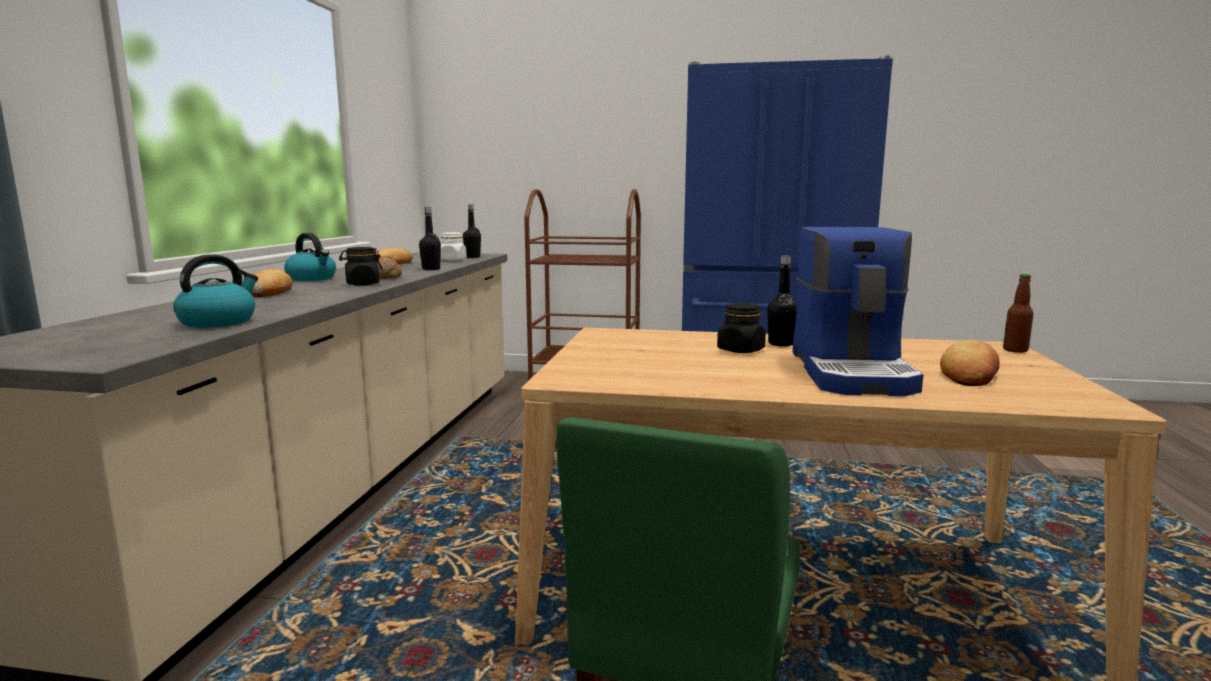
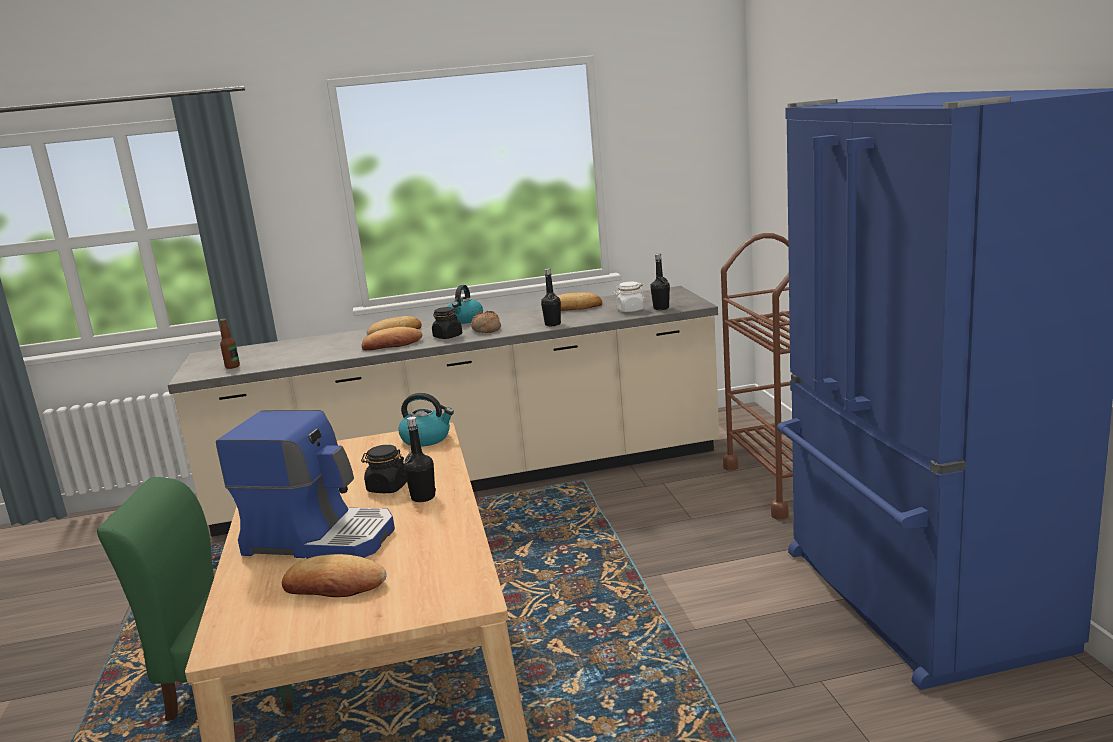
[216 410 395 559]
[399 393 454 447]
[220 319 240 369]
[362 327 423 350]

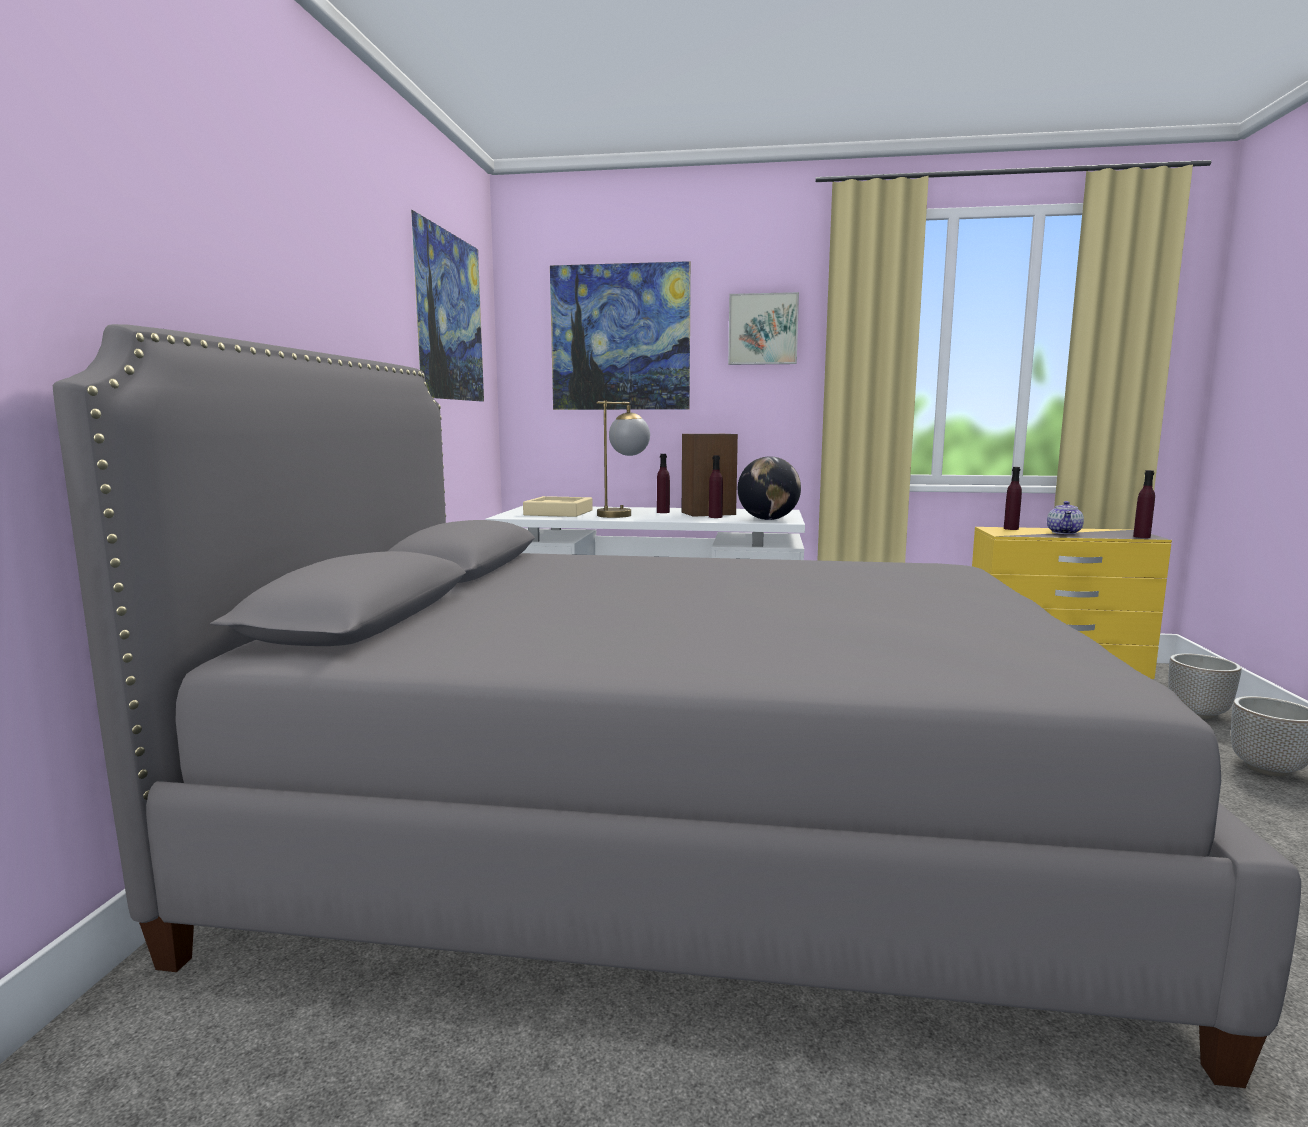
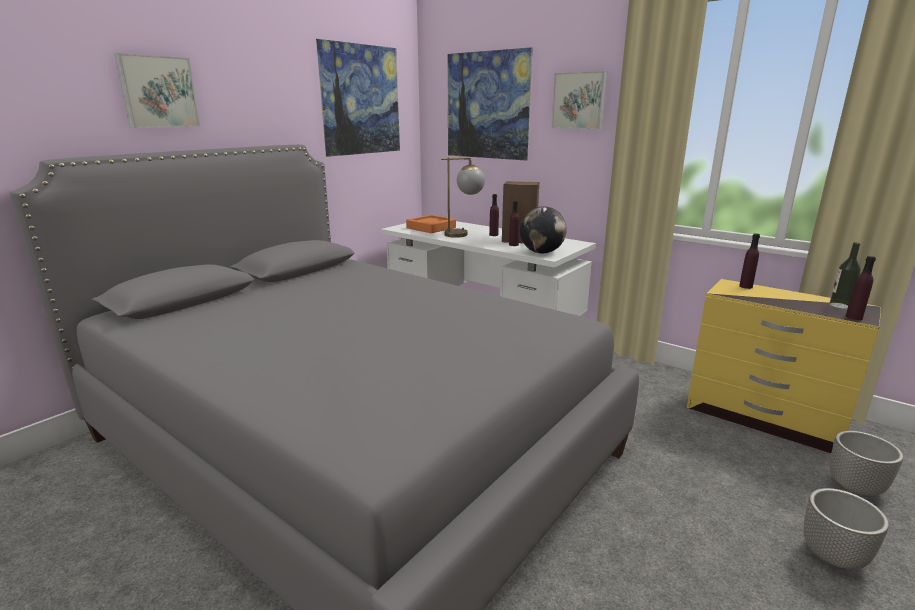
[406 215 456 233]
[1047 501 1084 534] (first image)
[115 53 200 128]
[829 242 861 309]

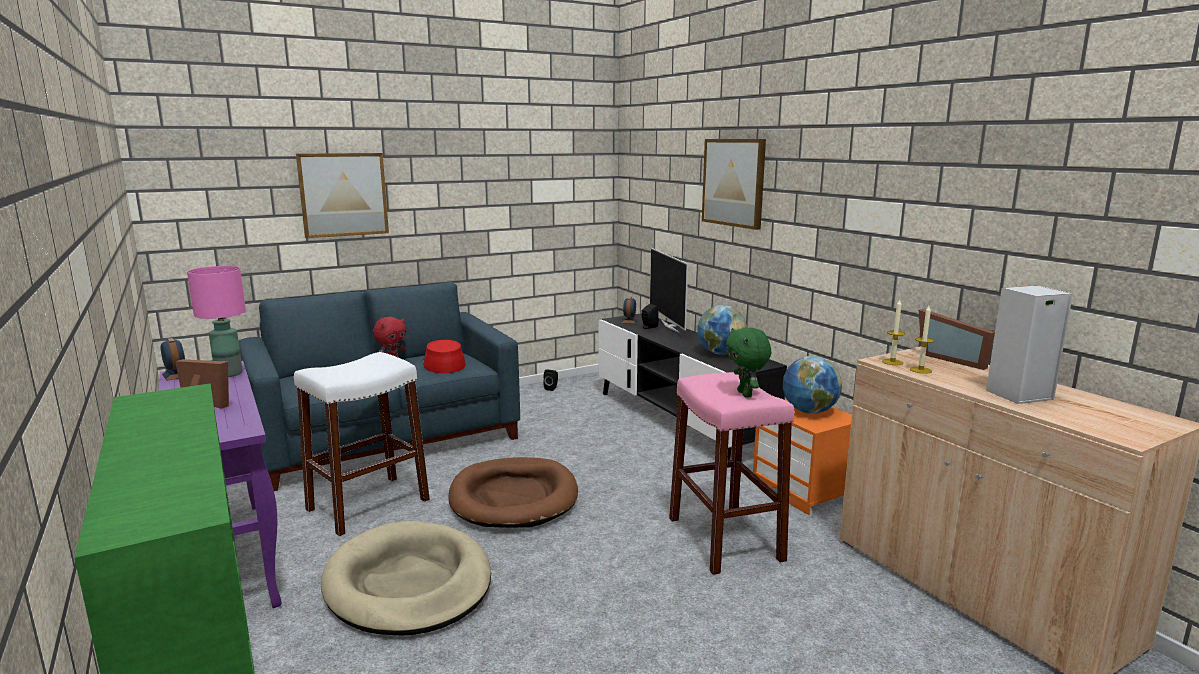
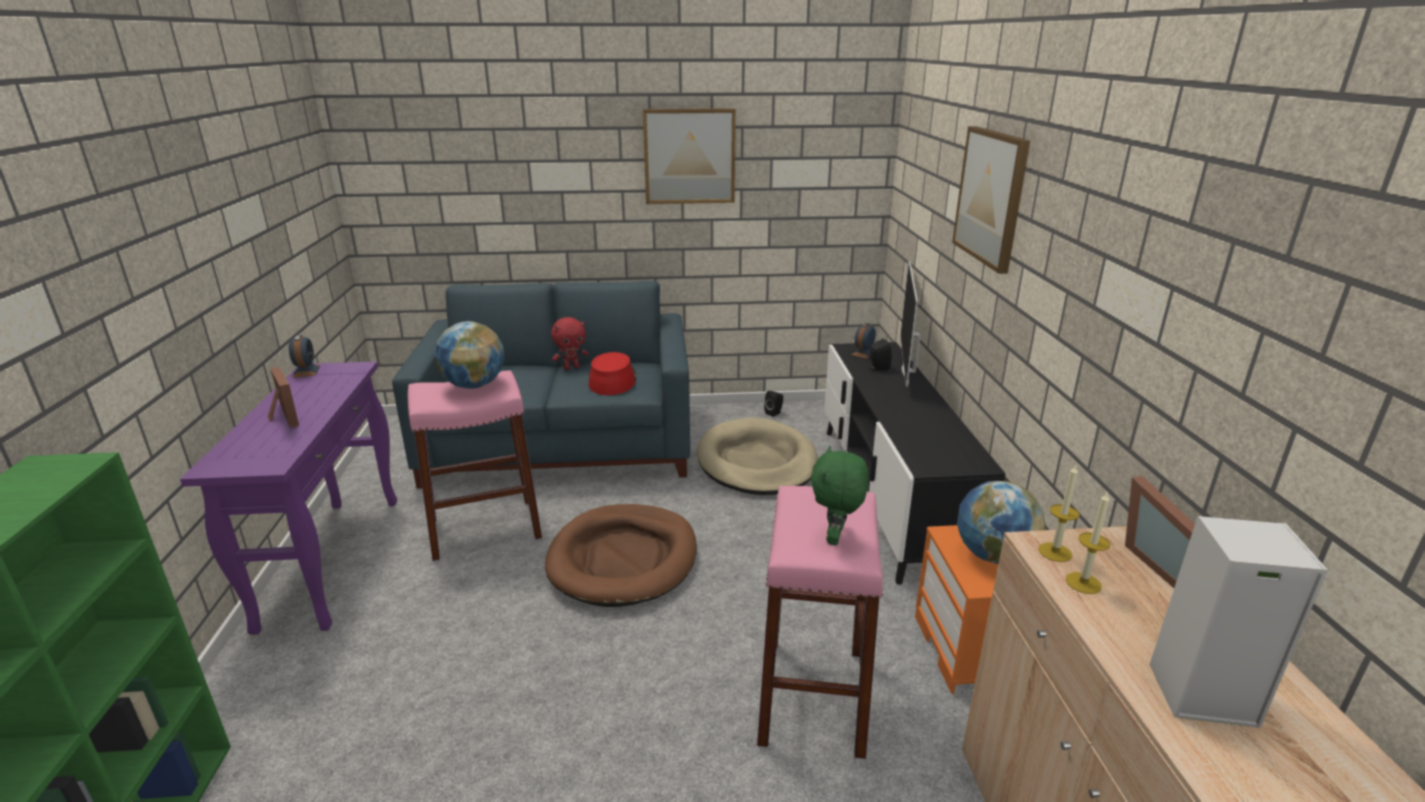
[643 108 736 204]
[187 266 246 377] (first image)
[434 321 505 389]
[408 370 542 561]
[697 417 818 495]

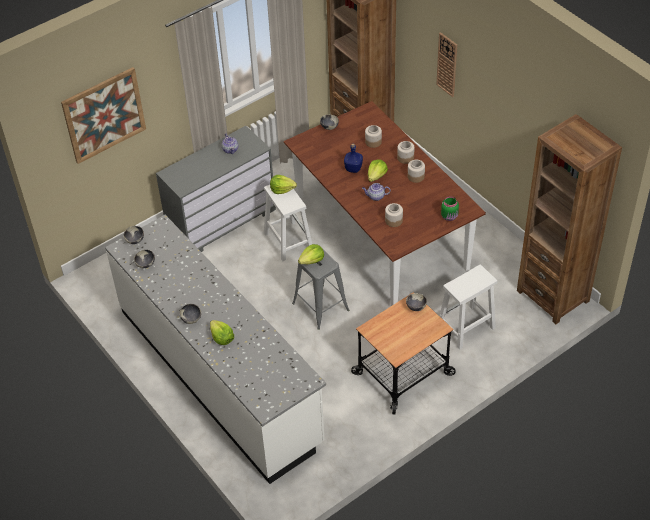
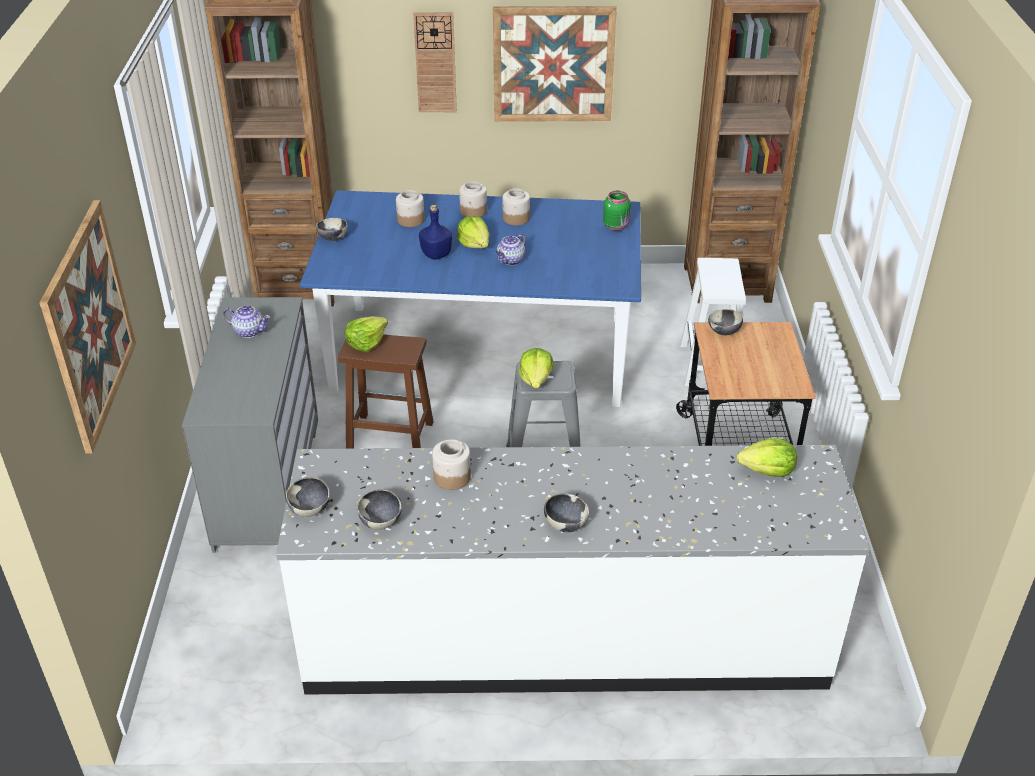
[300 190 641 407]
[338 334 433 449]
[432 439 471 490]
[737 438 797 477]
[493 6 617 122]

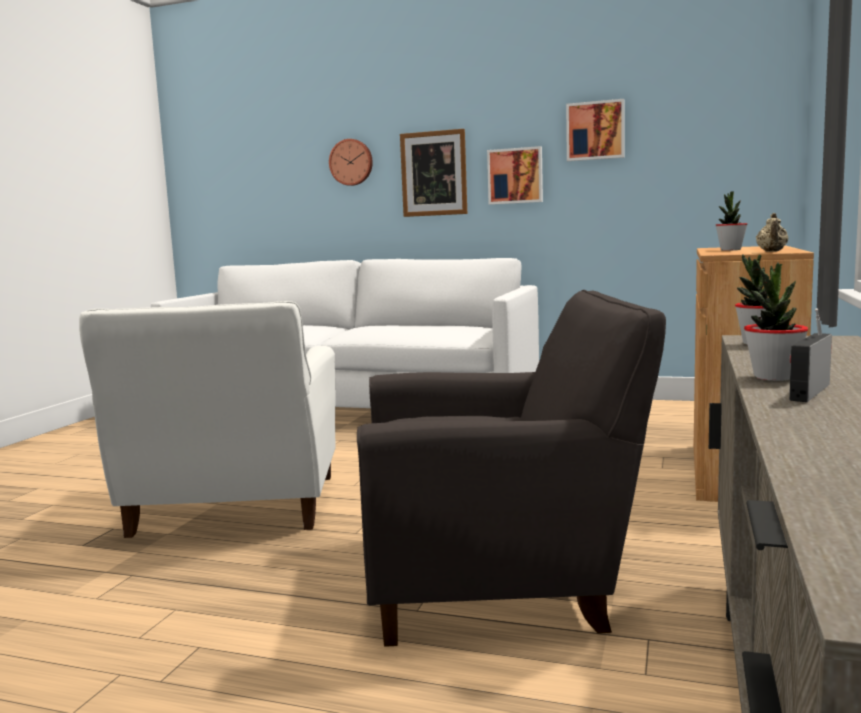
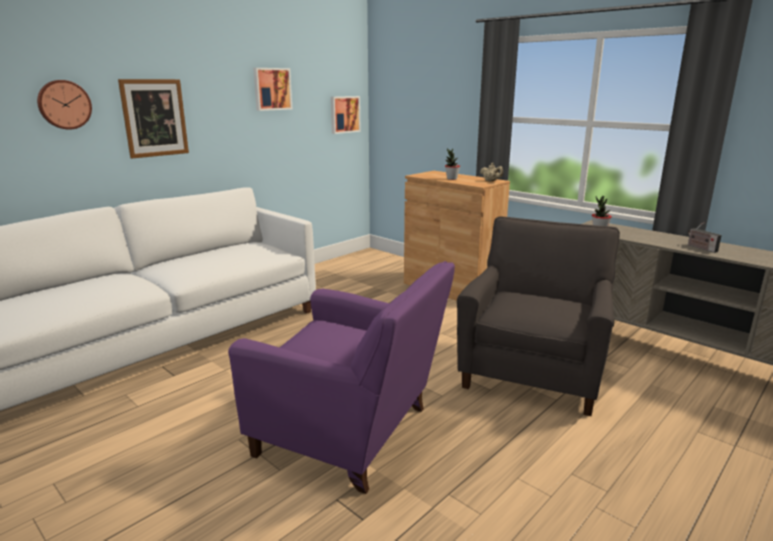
[331 96 361 134]
[744 262 808 381] (first image)
[228 261 455 494]

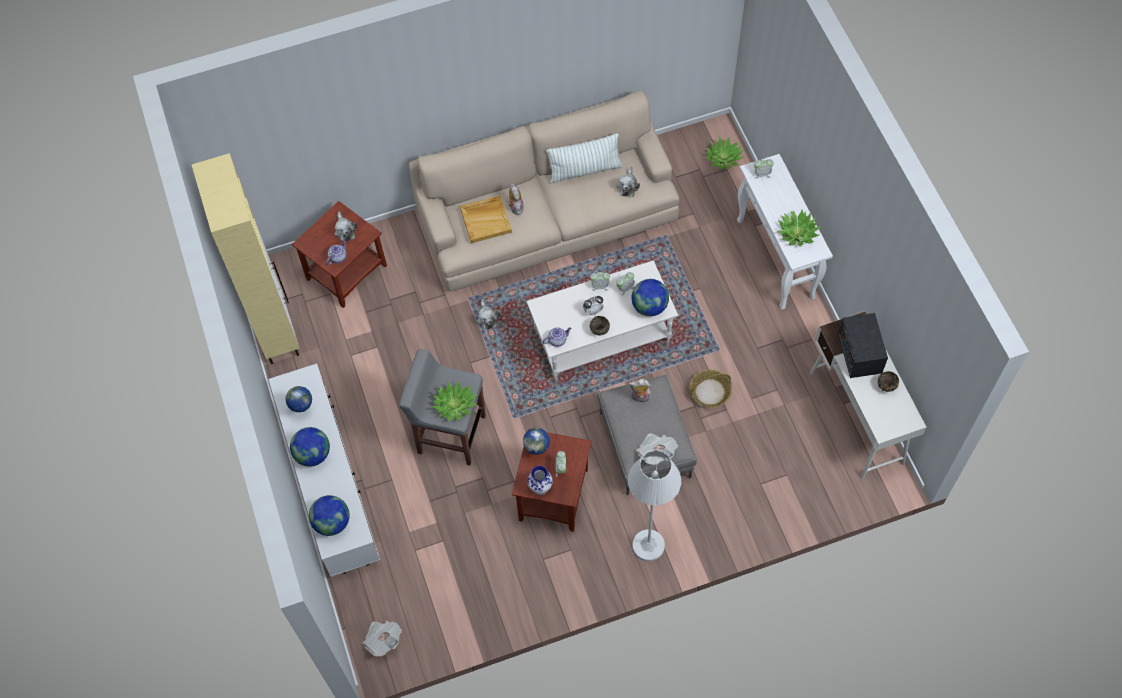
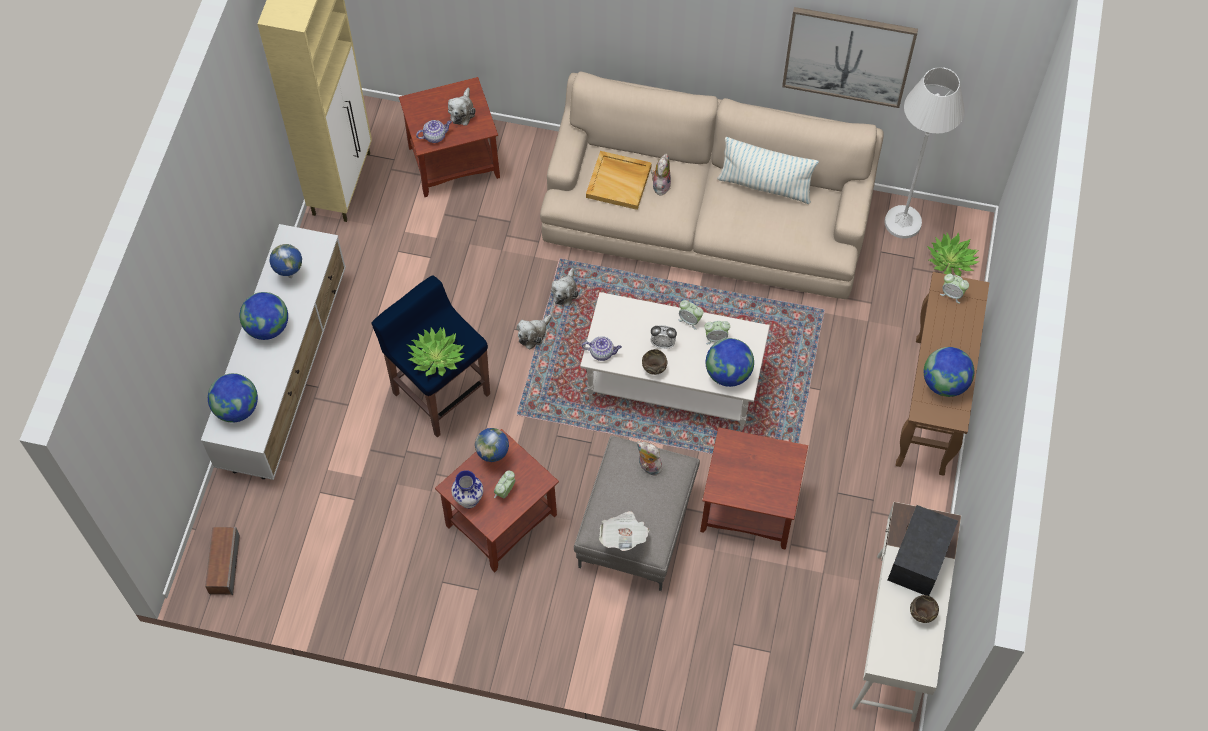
[895 272 989 476]
[516 314 552 350]
[924 347 974 397]
[371 275 490 438]
[700 427 808 550]
[884 67 965 238]
[205 527 240 595]
[782 7 918 108]

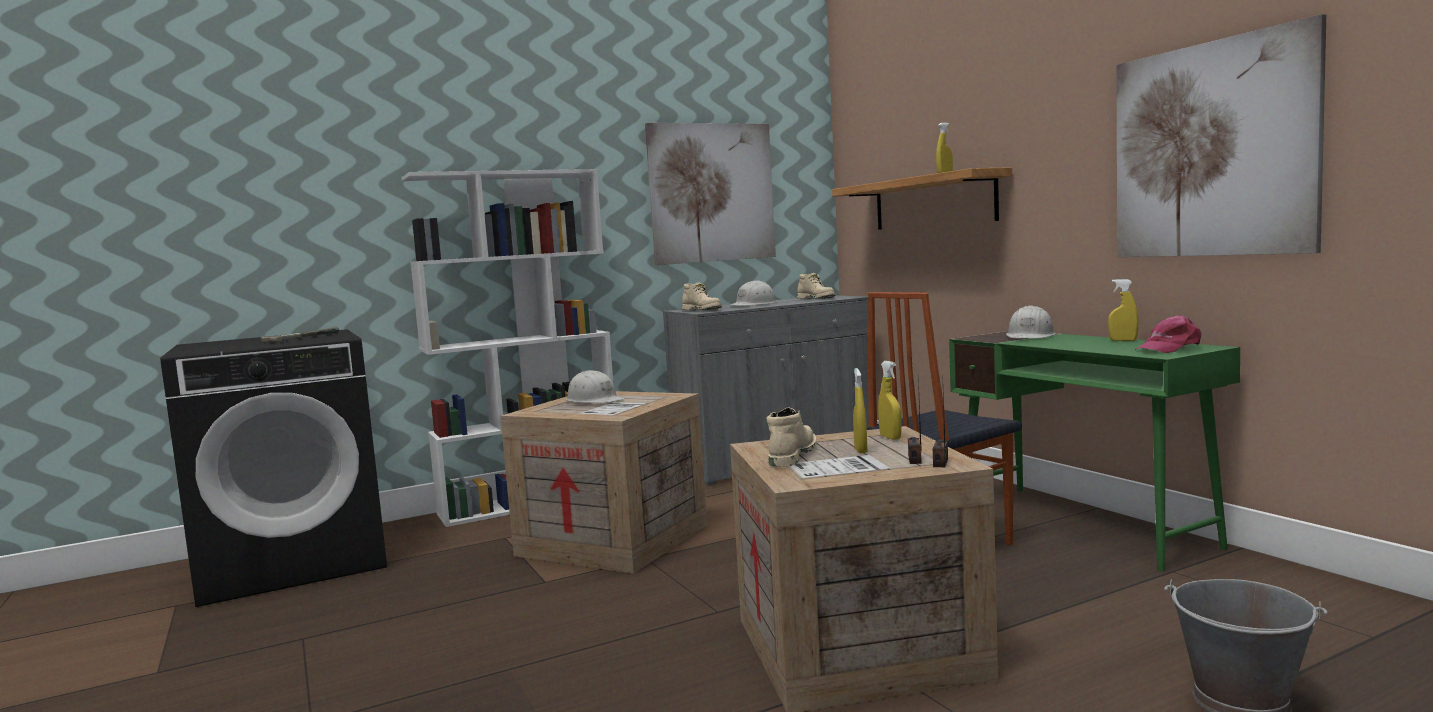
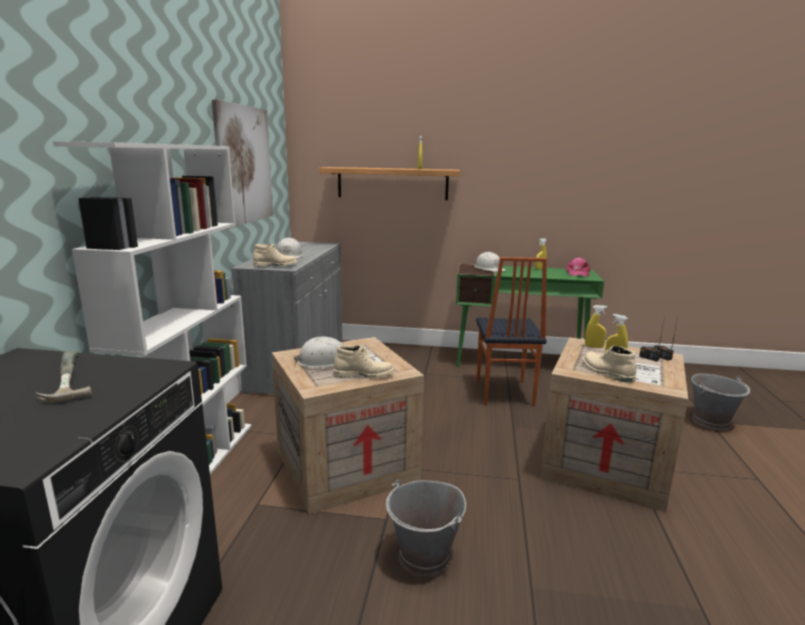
[1116 14 1326 257] (first image)
[334 345 394 378]
[386 480 466 576]

